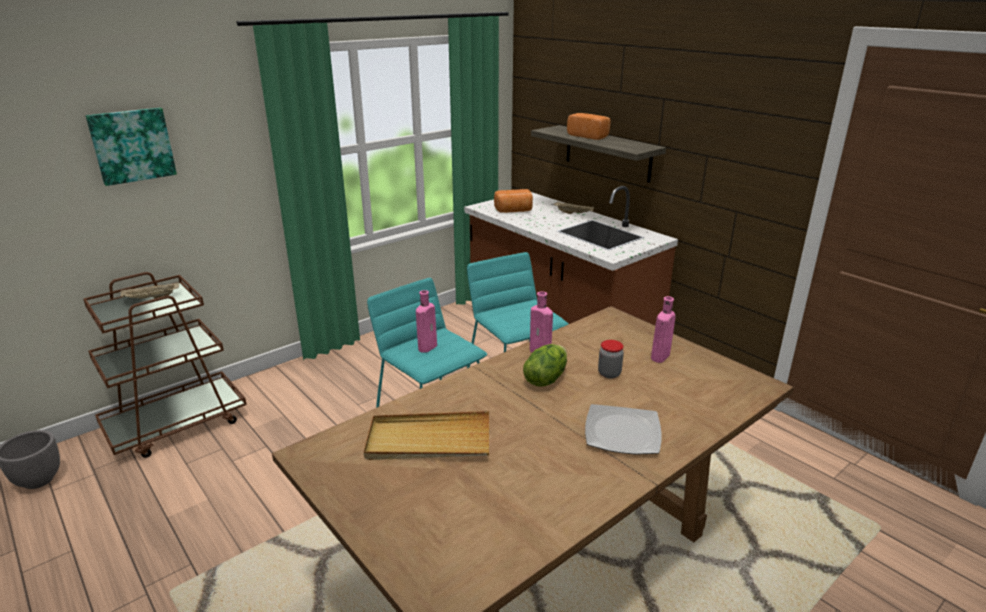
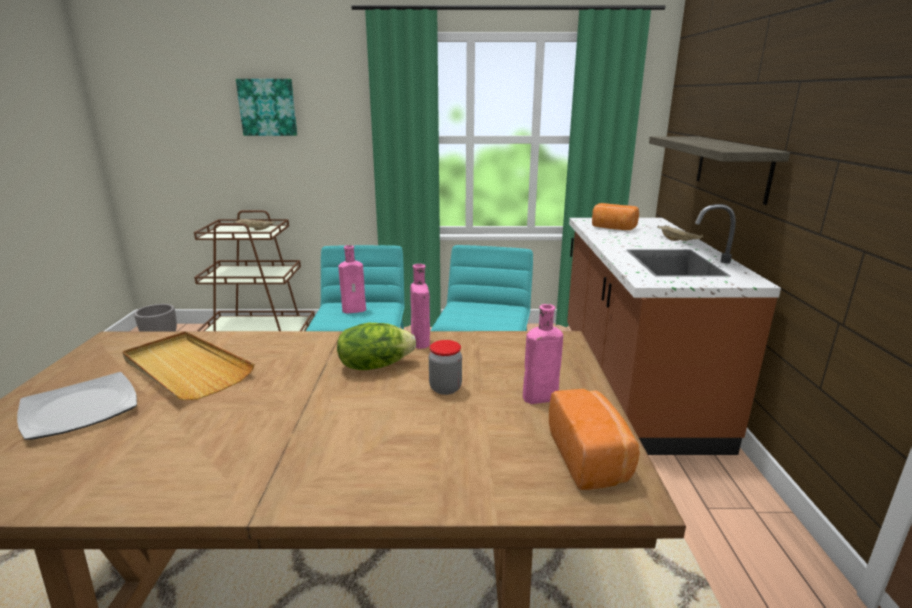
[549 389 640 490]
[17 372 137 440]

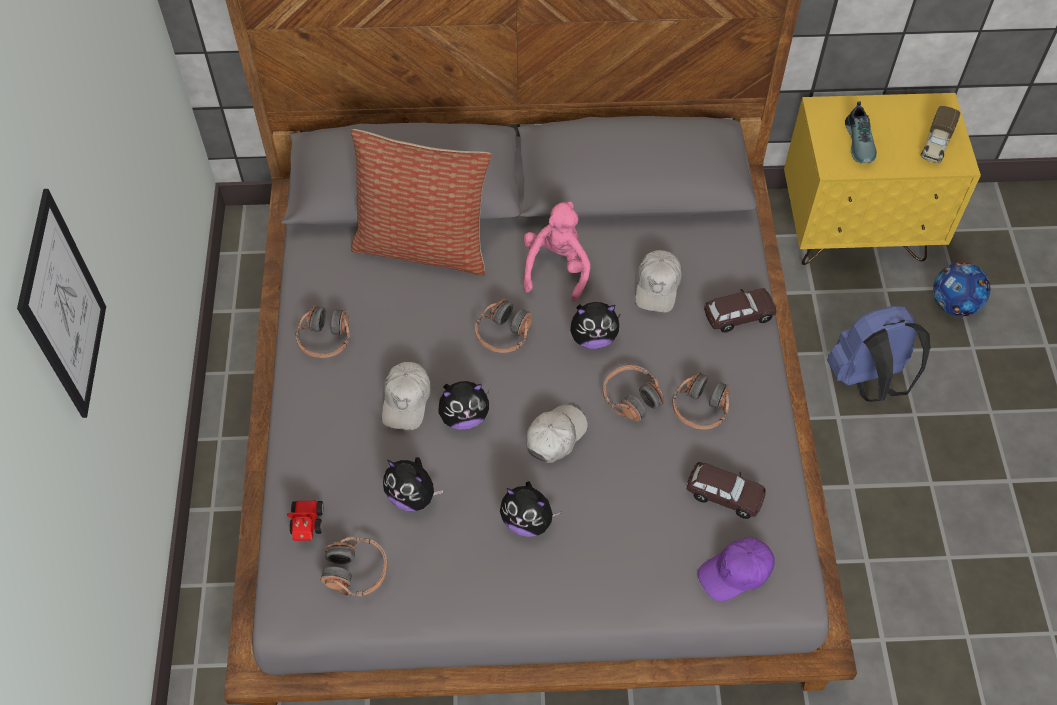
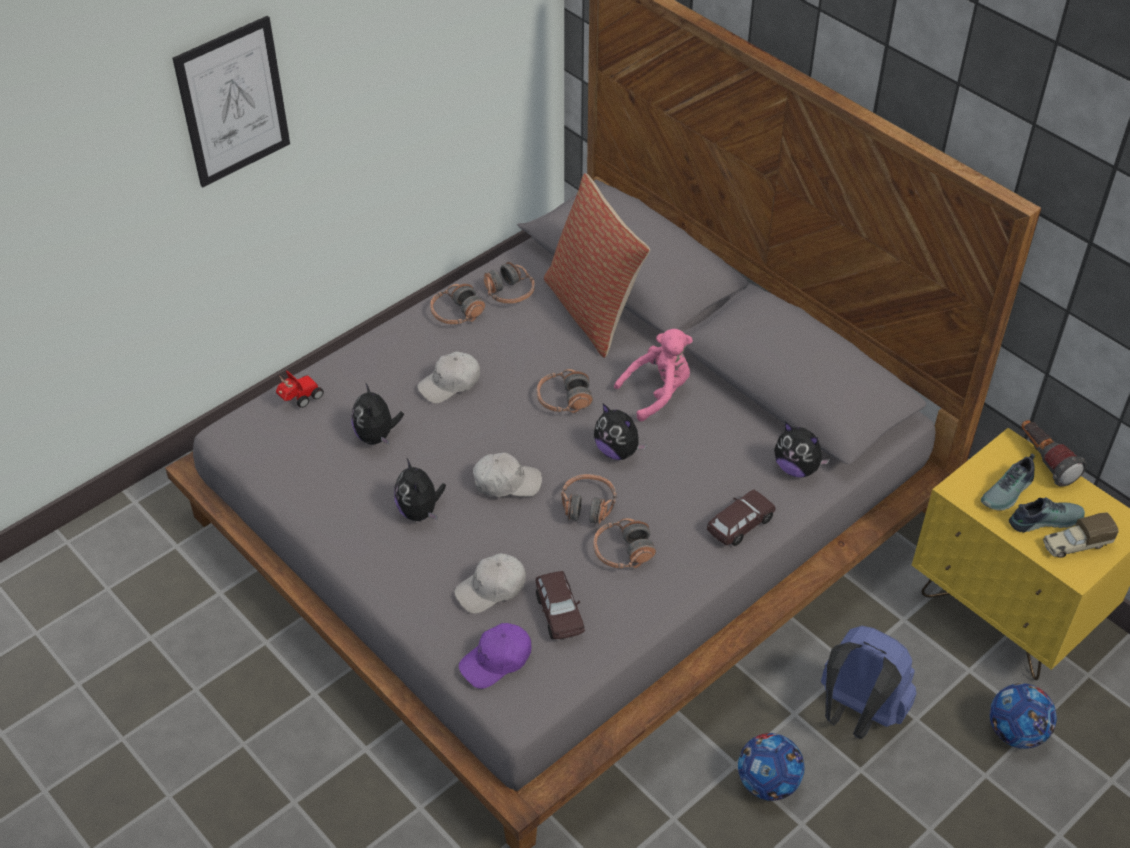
[454 553 526 614]
[707 490 776 546]
[774 422 830 478]
[484 262 535 304]
[459 623 531 689]
[1021 420 1087 487]
[1009 497 1085 533]
[738 733 804 801]

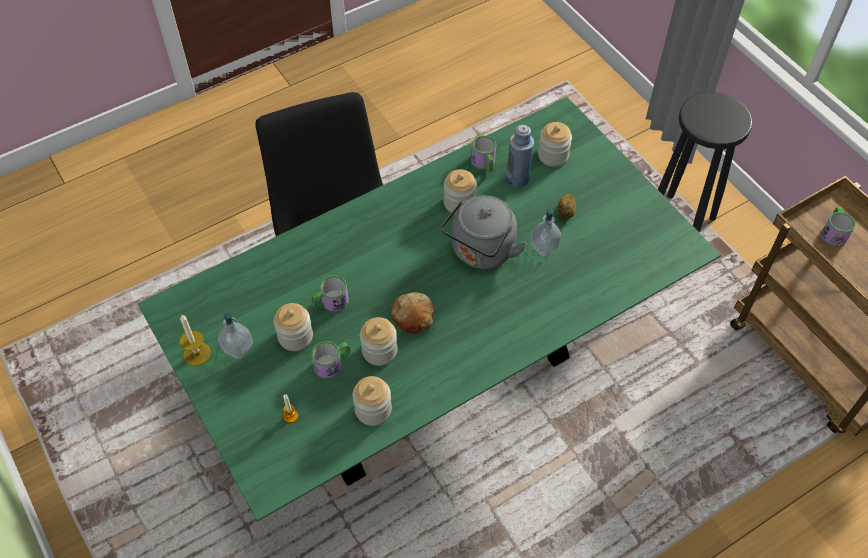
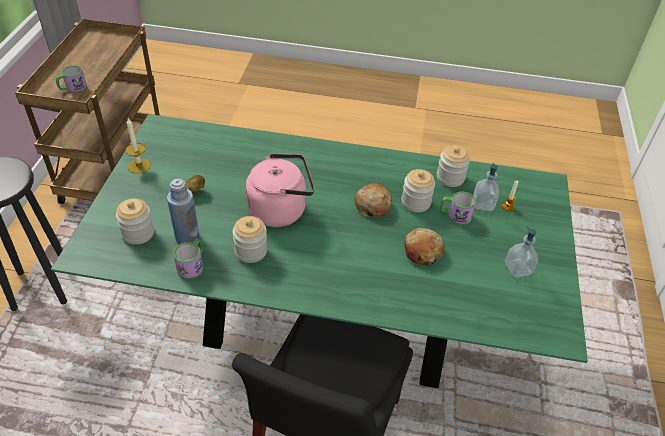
[245 153 315 227]
[473 163 499 211]
[404 228 444 266]
[274 303 313 351] (first image)
[125 118 151 174]

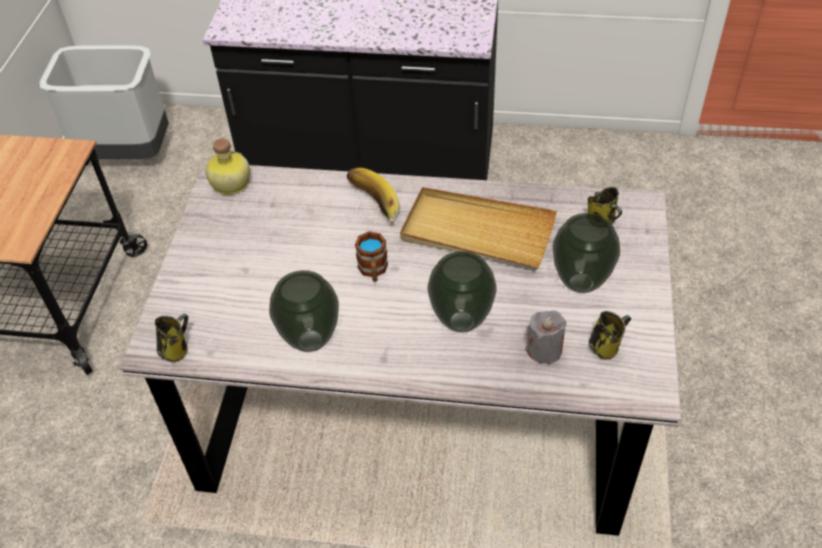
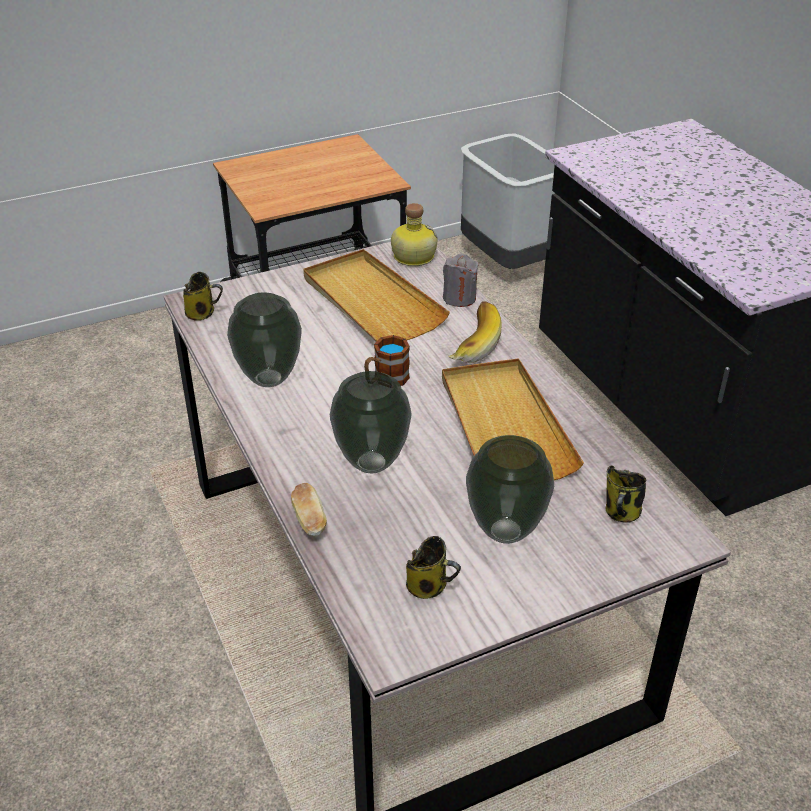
[443 254 479 307]
[303 249 450 342]
[291 483 327 536]

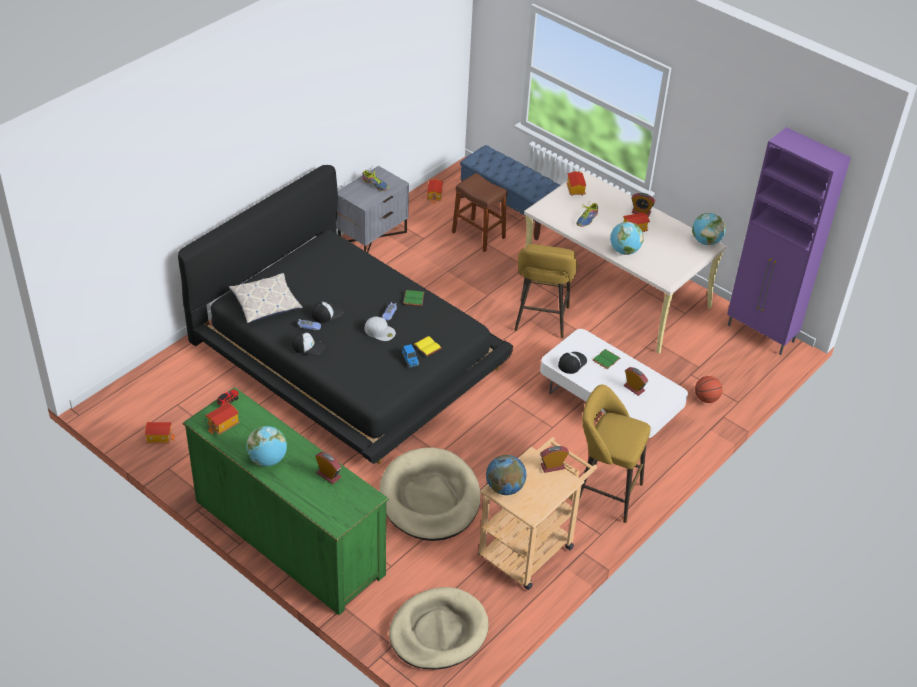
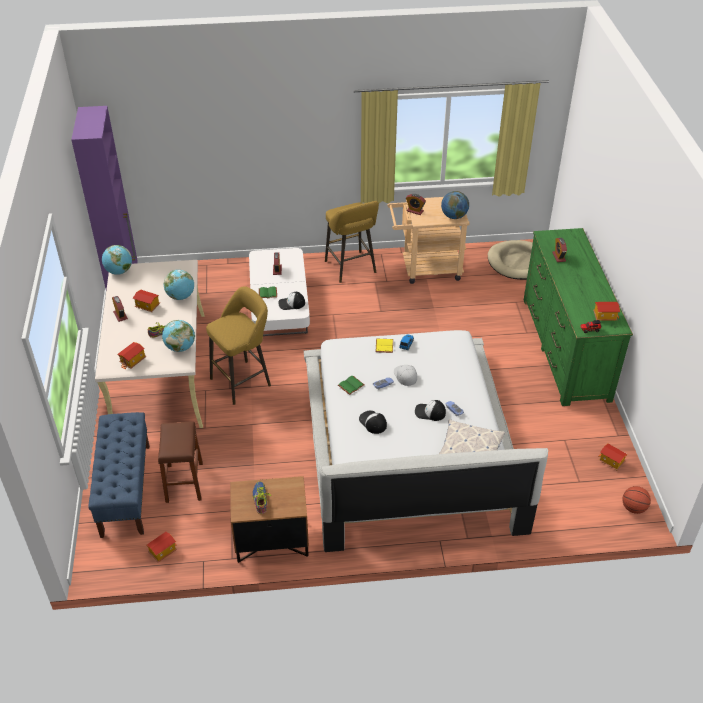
[304 330 548 552]
[230 476 309 563]
[359 410 387 434]
[622 486 651 514]
[162 320 195 352]
[379 447 481 541] (first image)

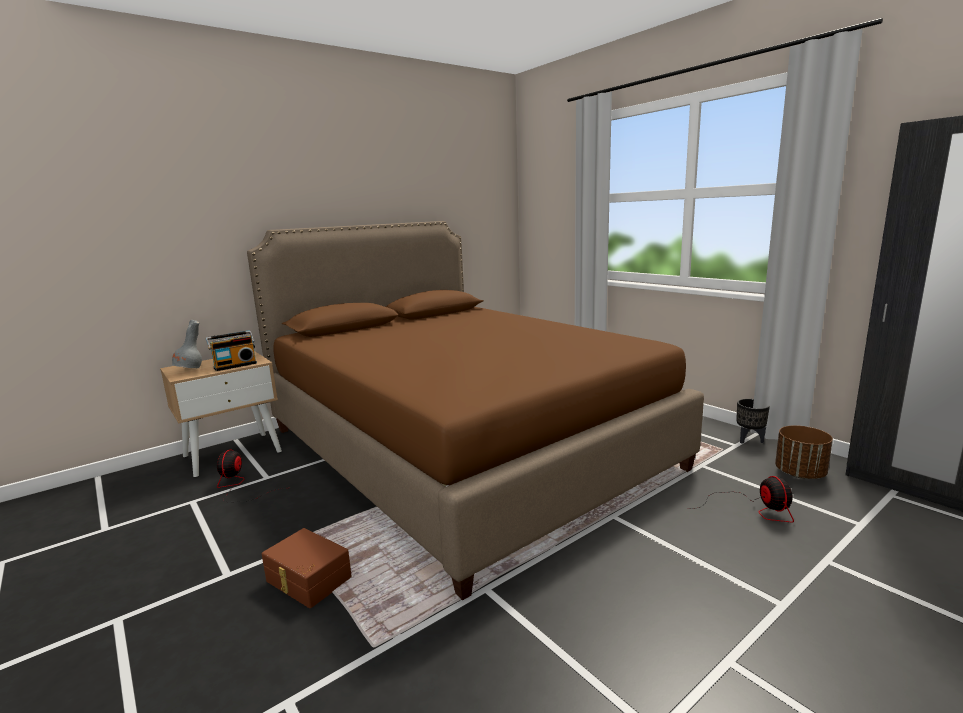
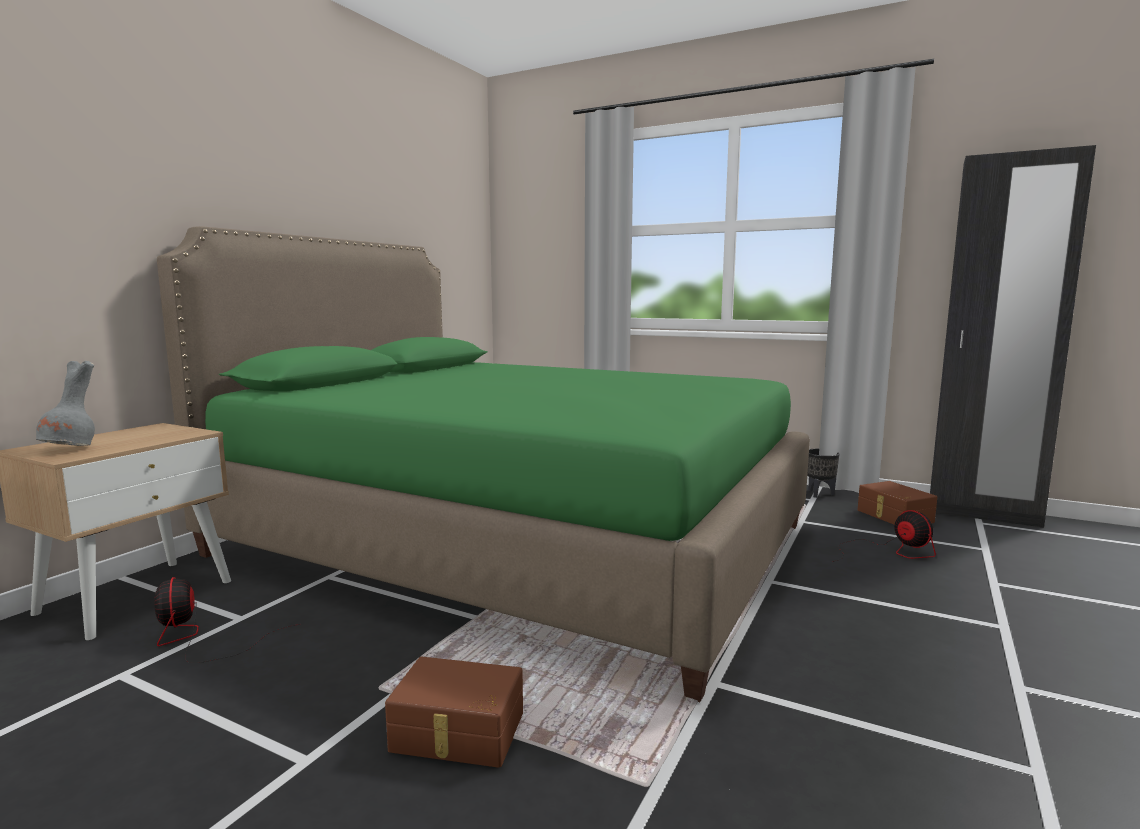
[157 226 810 702]
[206 331 257 371] (first image)
[858 481 937 525]

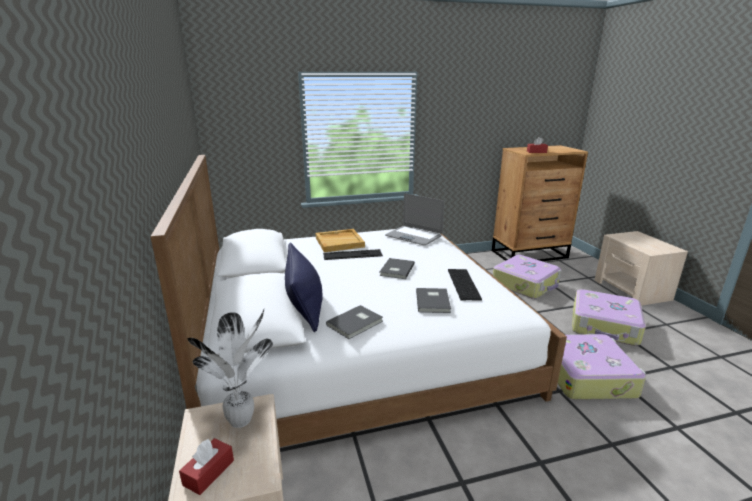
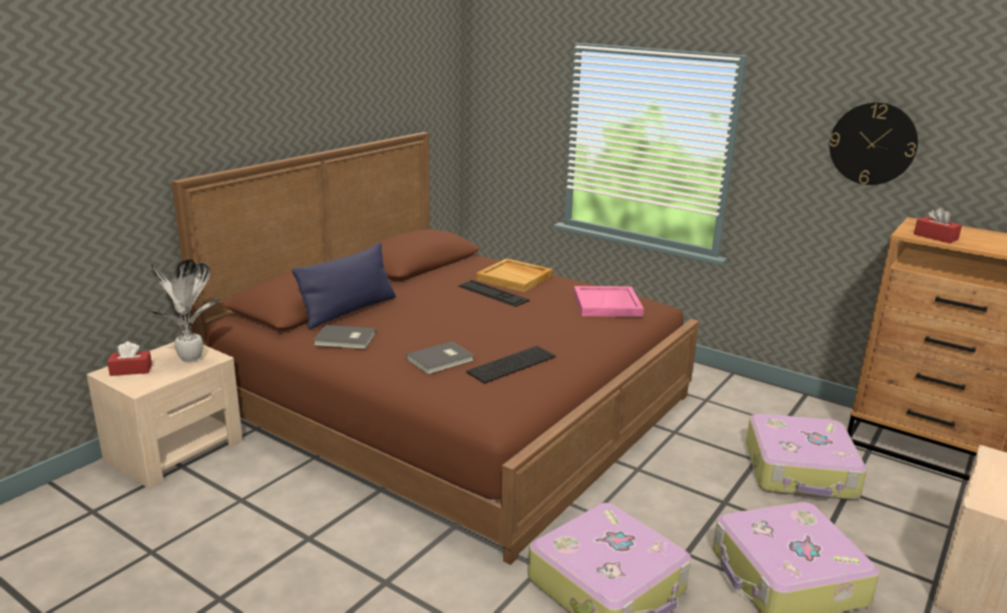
[171 132 699 565]
[574 286 644 317]
[379 258 415 279] (first image)
[829 102 918 185]

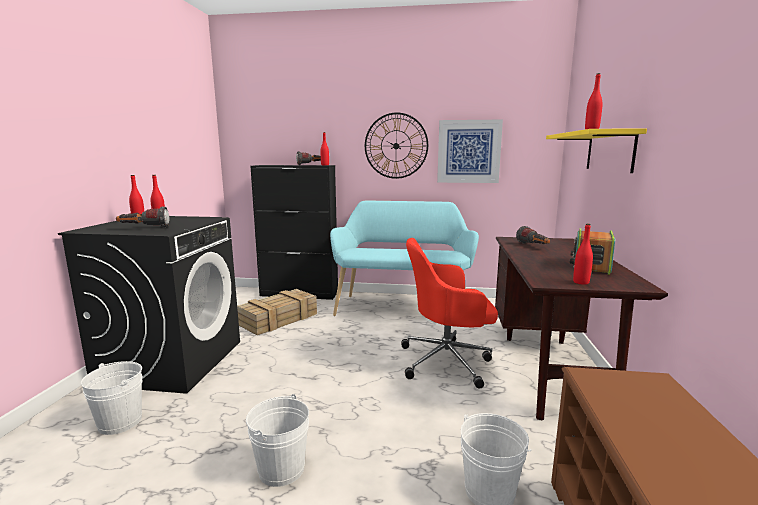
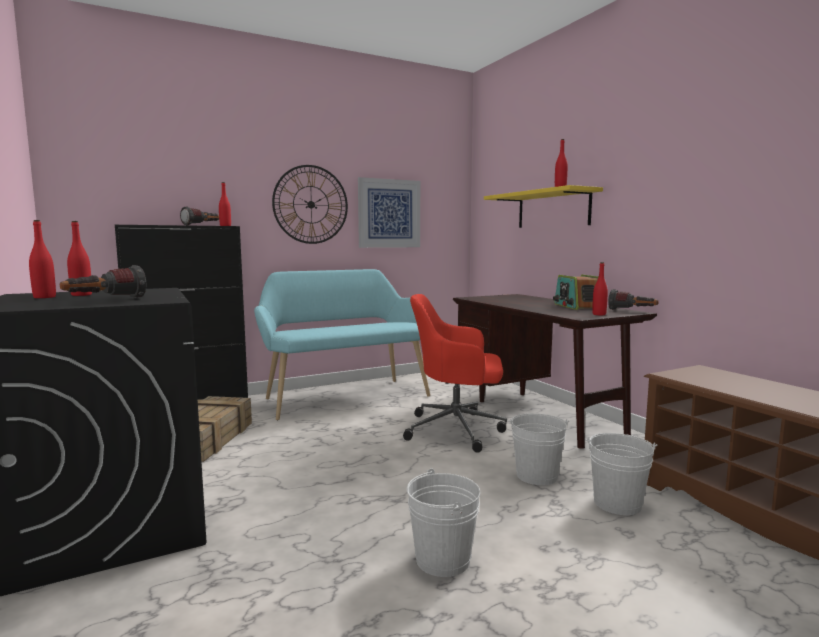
[608 289 659 310]
[403 294 507 453]
[508 413 569 485]

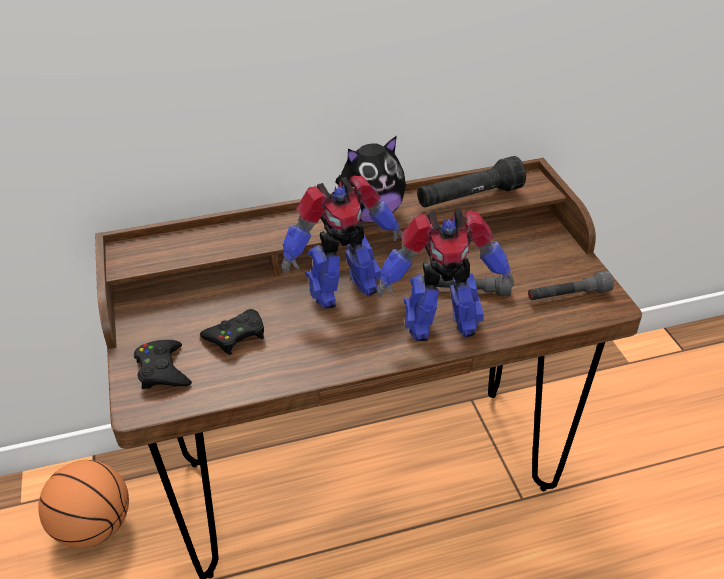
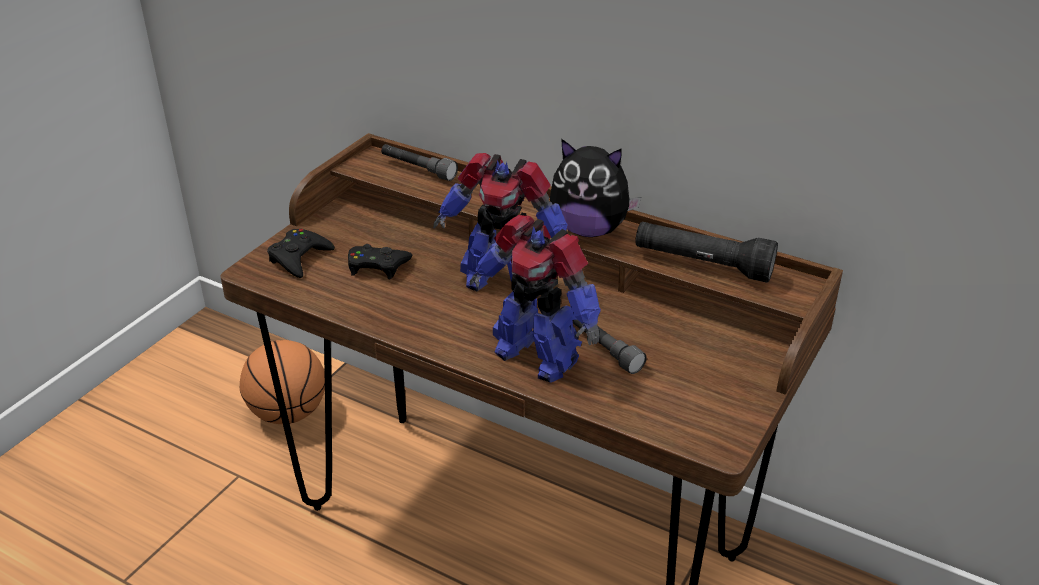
[381 144 458 181]

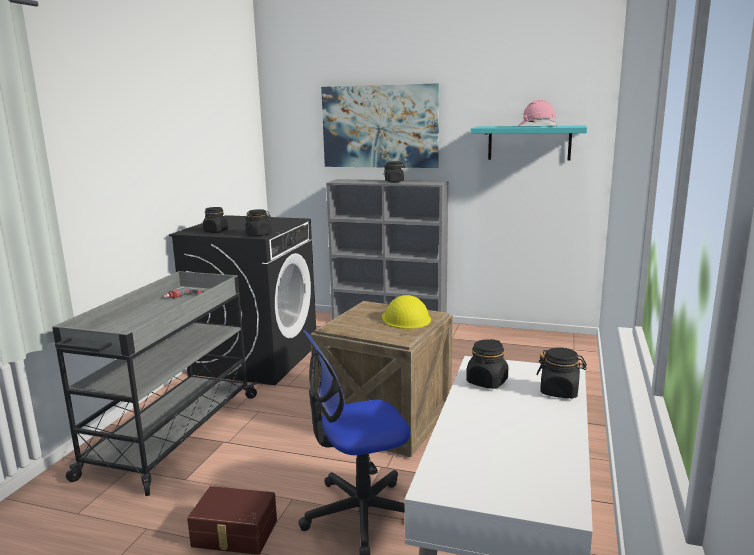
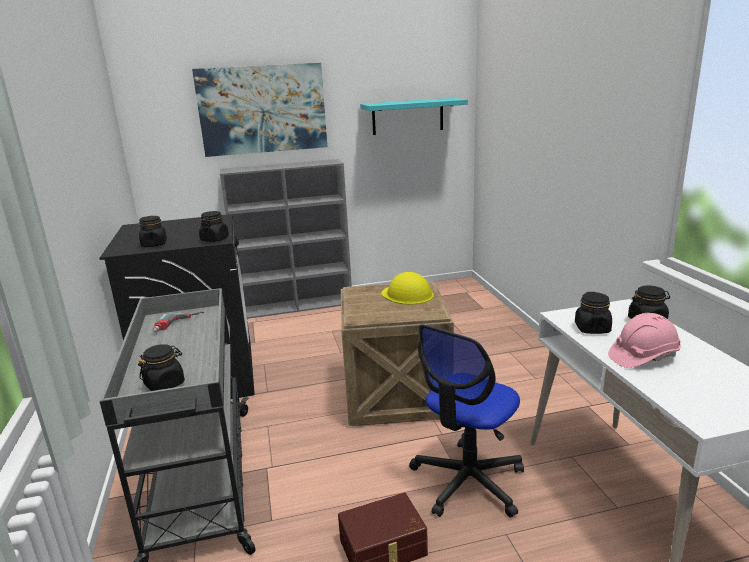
[608 313 681 368]
[138 344 185 391]

